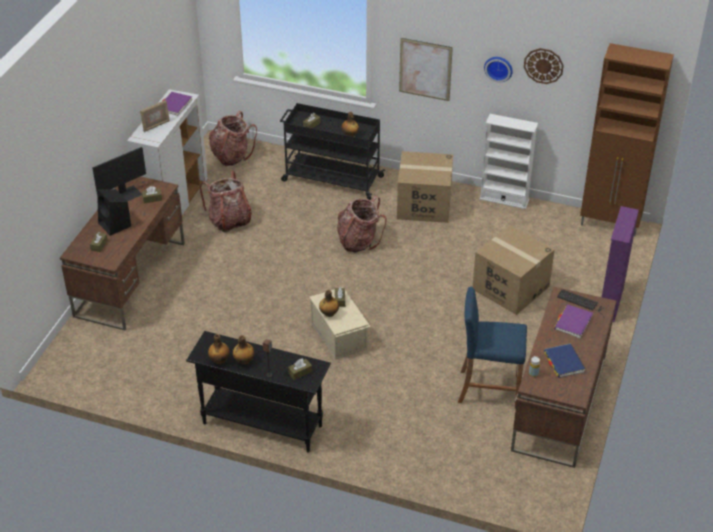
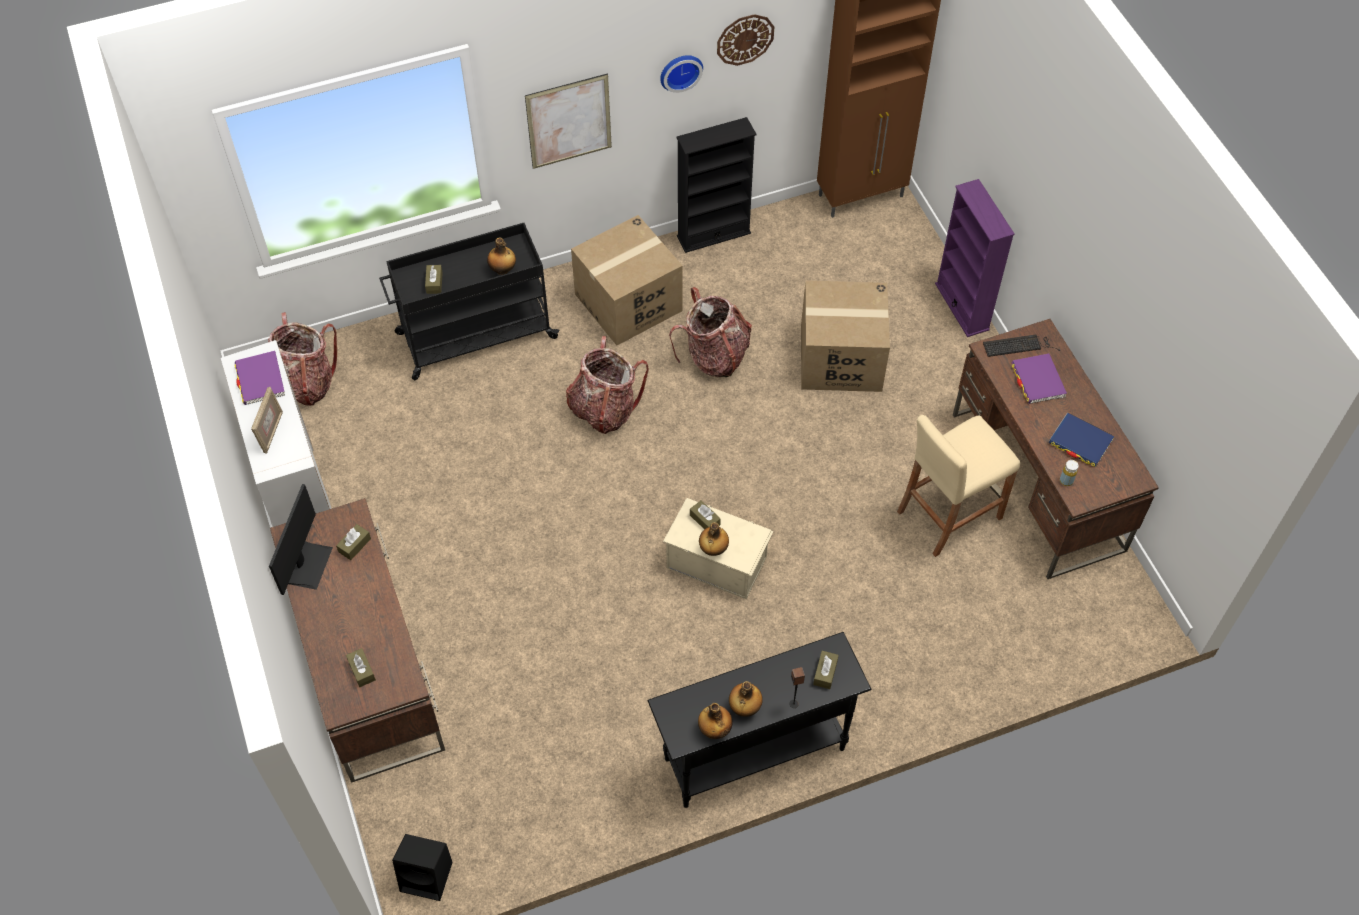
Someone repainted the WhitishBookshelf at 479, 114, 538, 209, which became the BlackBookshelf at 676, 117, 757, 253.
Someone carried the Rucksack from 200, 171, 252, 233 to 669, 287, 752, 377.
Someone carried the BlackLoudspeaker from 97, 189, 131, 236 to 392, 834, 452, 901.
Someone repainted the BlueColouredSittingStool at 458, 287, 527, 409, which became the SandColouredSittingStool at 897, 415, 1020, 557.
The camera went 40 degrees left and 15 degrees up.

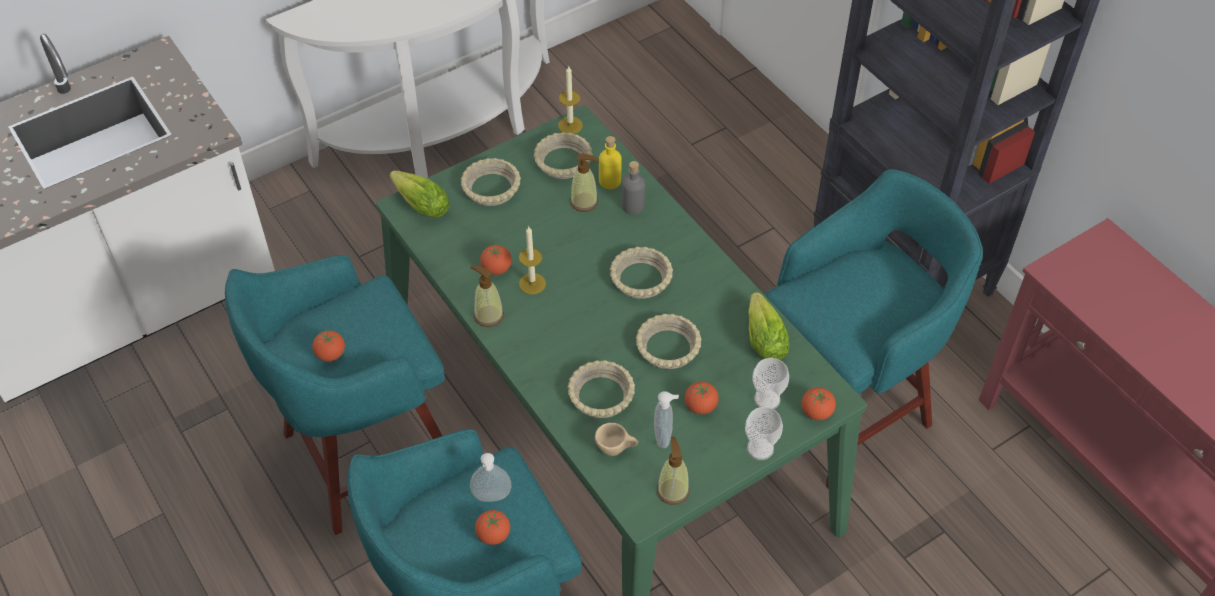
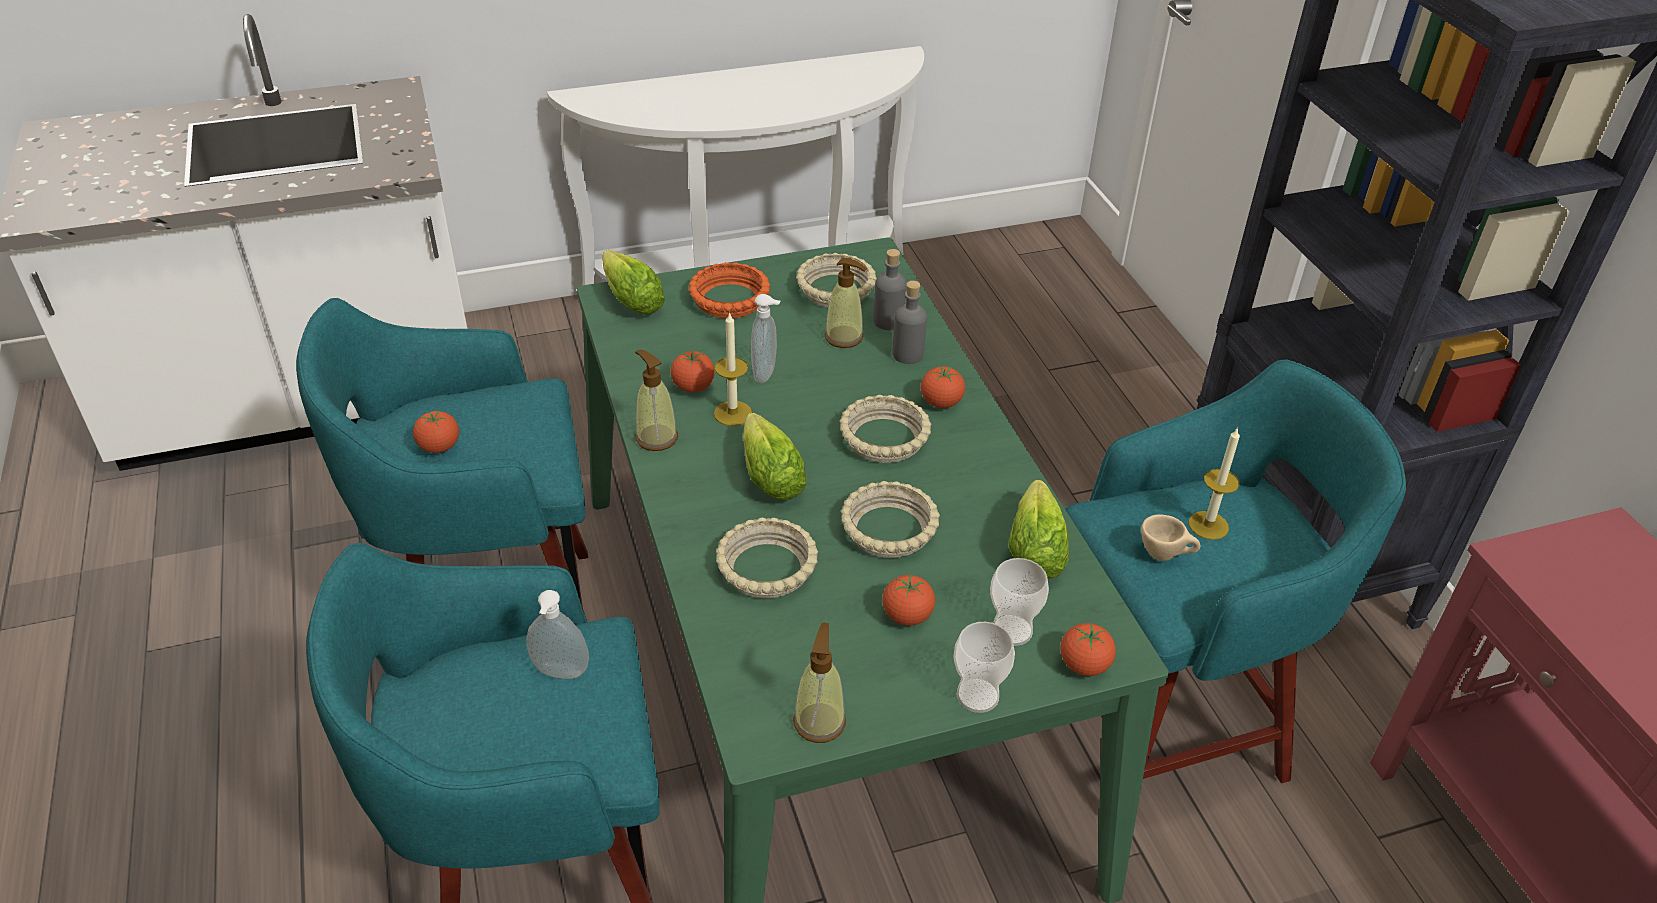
Someone carried the WaxLight from 558, 66, 583, 134 to 1189, 427, 1240, 540.
Someone repainted the YellowishDrinkBottle at 599, 136, 622, 189, which became the GrayDrinkBottle at 873, 249, 907, 330.
Someone repainted the SandColouredDeepDish at 461, 158, 521, 206, which became the OrangeyDeepDish at 689, 262, 770, 319.
Someone carried the SoapBottle from 654, 391, 679, 448 to 751, 294, 781, 383.
Someone carried the SandColouredCup from 595, 423, 638, 456 to 1141, 515, 1200, 561.
Someone carried the WholeTomato from 475, 510, 510, 545 to 921, 365, 965, 408.
Someone put down the HeadOfLettuce at 743, 413, 807, 500.
The camera went 15 degrees right and 10 degrees down.

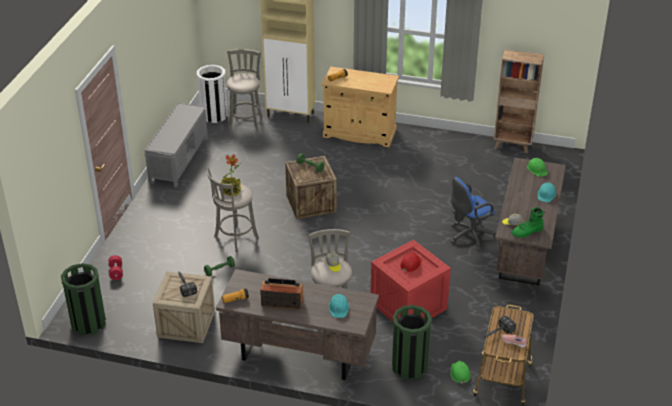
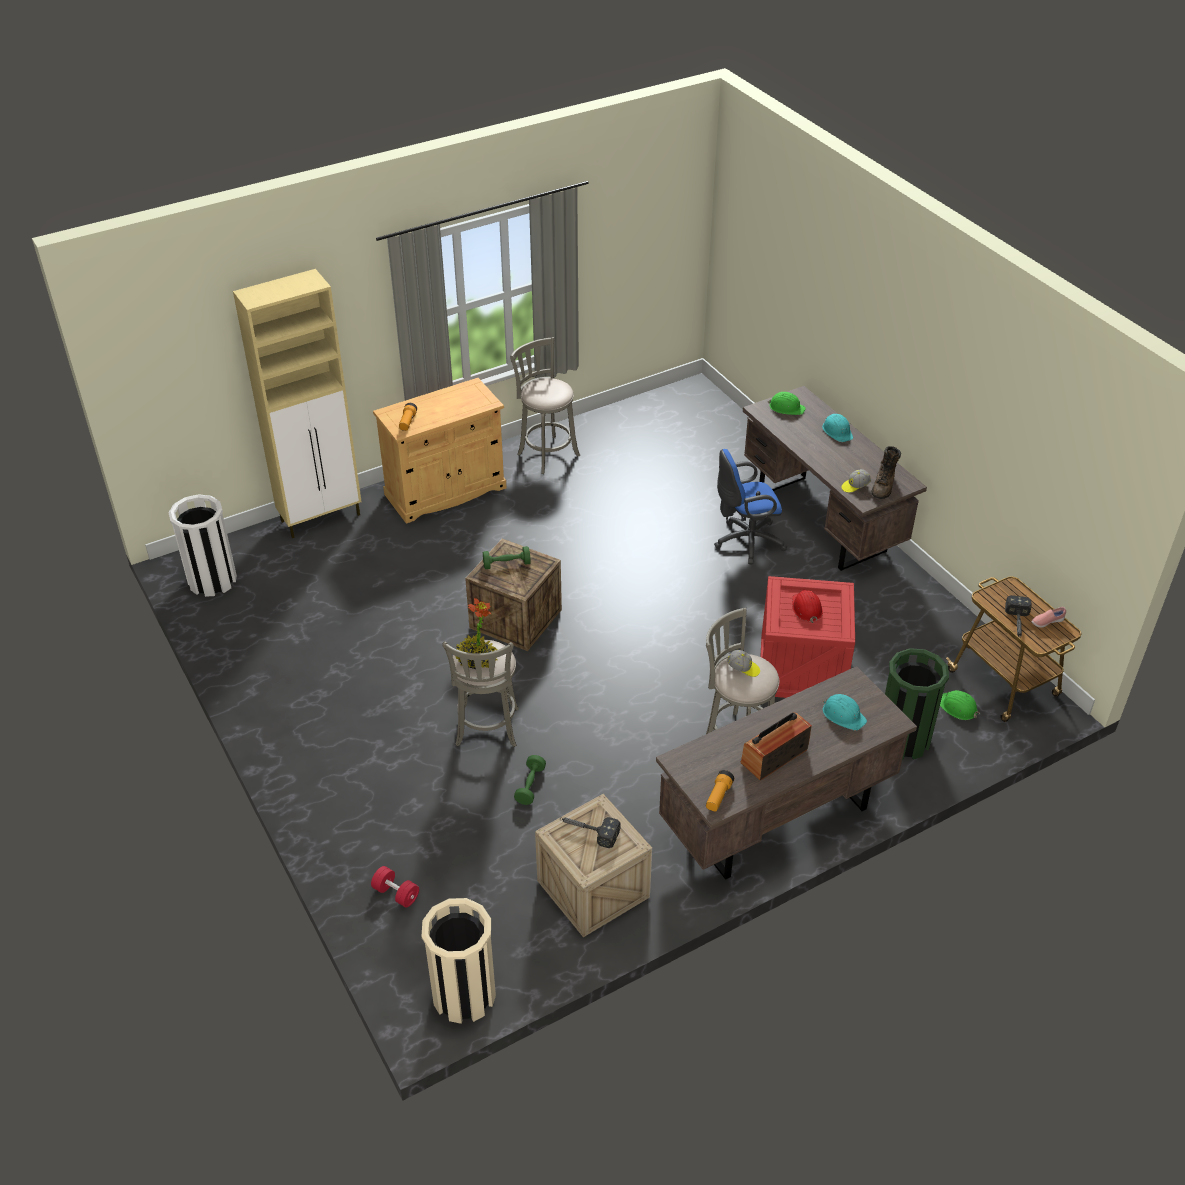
Someone carried the GraySittingStool from 227, 49, 262, 131 to 510, 337, 580, 474.
Someone took away the BrownColouredBookshelf at 494, 50, 544, 153.
Someone took away the GrayIndoorBench at 144, 103, 208, 187.
Someone rotated the BlueColouredComputerChair at 451, 177, 496, 251 by 60 degrees clockwise.
Someone repainted the GreenishTallBoot at 511, 207, 545, 238, which became the BrownColouredTallBoot at 872, 446, 901, 499.
Someone repainted the GreenishRubbishBin at 61, 263, 106, 336, which became the SandColouredRubbishBin at 422, 898, 496, 1024.
The camera went 45 degrees left and 5 degrees up.

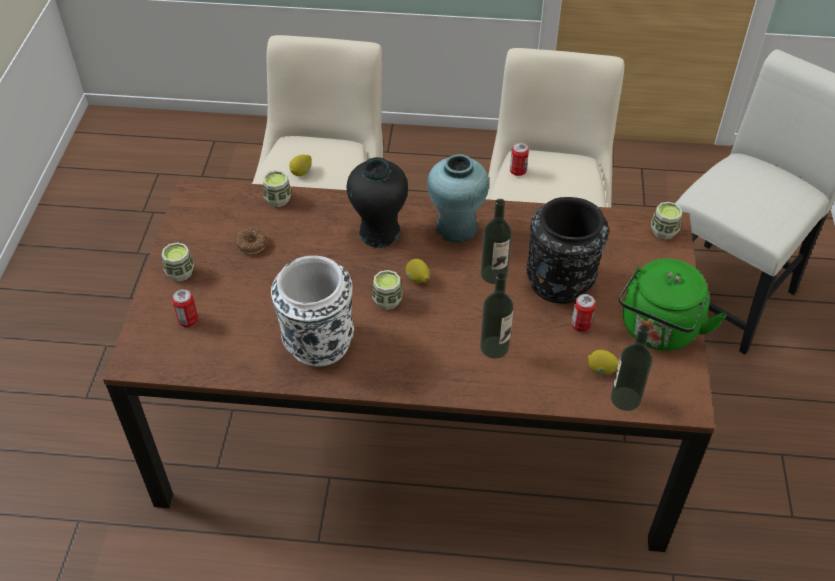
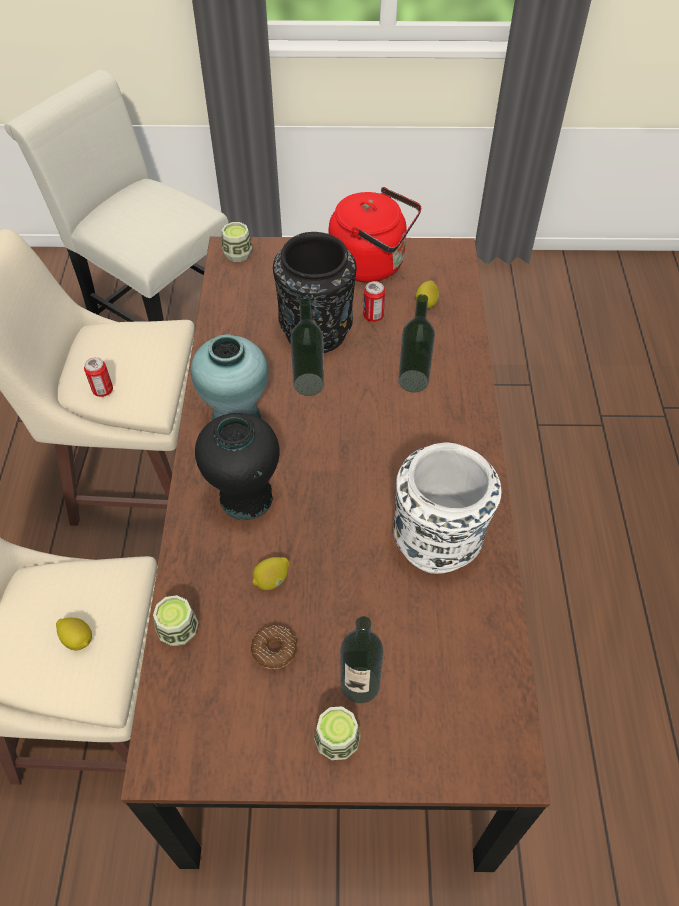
Someone repainted the GreenishWaterKettle at 619, 258, 727, 351, which became the ReddishWaterKettle at 329, 187, 421, 282.
Someone carried the WholeLemon from 406, 259, 430, 283 to 252, 557, 289, 590.
Someone took away the Cup at 372, 270, 403, 310.
Someone took away the Can at 172, 289, 198, 327.
Someone carried the DrinkBottle from 611, 325, 652, 411 to 340, 616, 383, 703.
The camera went 95 degrees left and 5 degrees up.

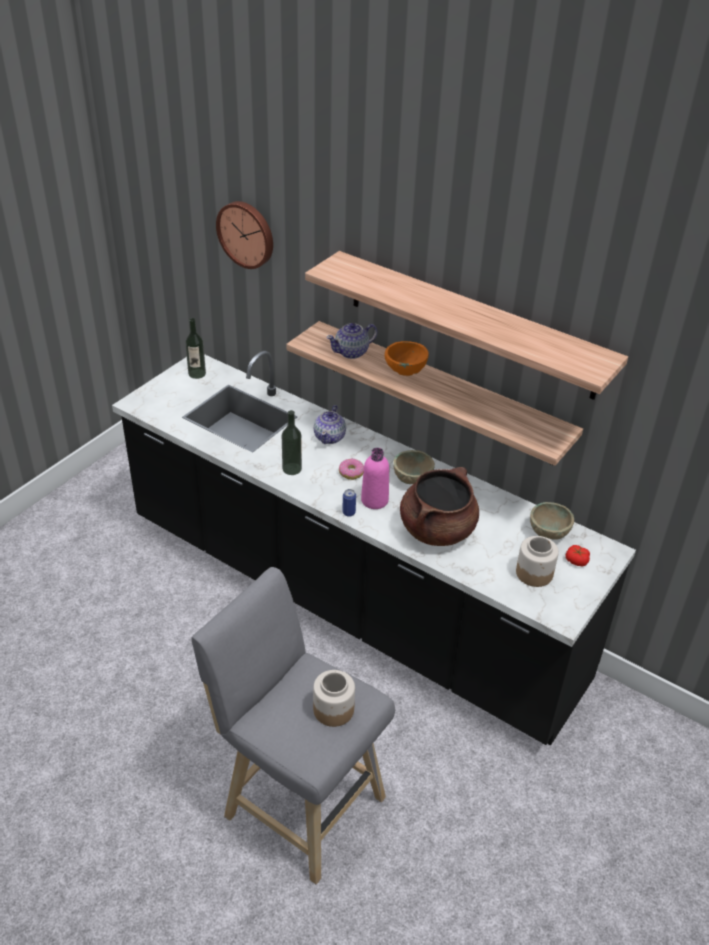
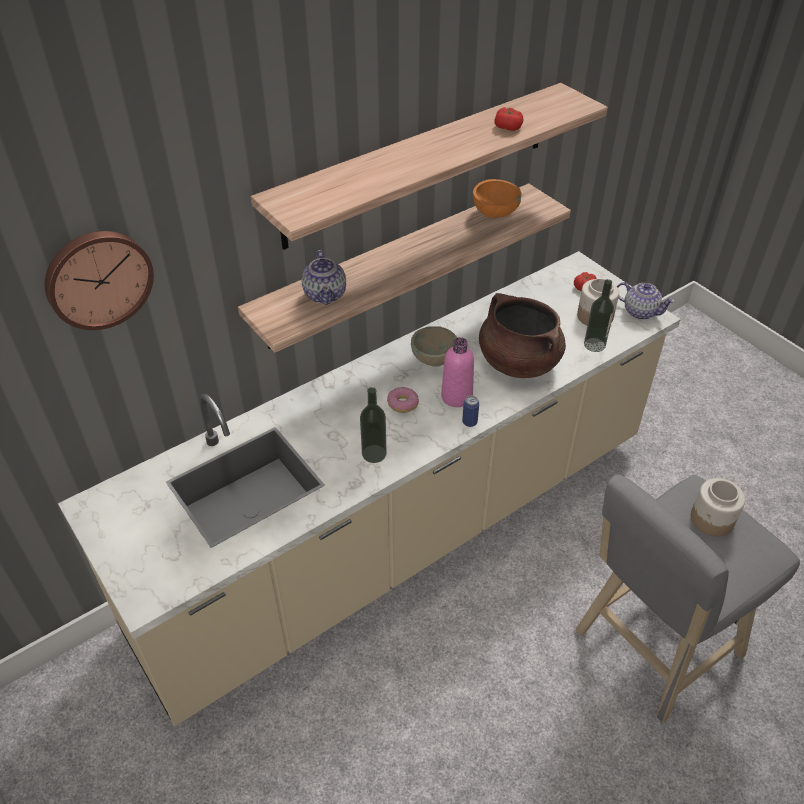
Someone carried the DrinkBottle from 185, 318, 206, 379 to 584, 279, 614, 352.
Someone carried the OrangeyDeepDish from 385, 341, 429, 376 to 473, 179, 522, 218.
Someone repainted the BlackKitchenCounter at 112, 351, 636, 745, which became the SandColouredKitchenCounter at 58, 251, 681, 726.
Someone carried the TeaPot from 314, 405, 346, 444 to 617, 282, 675, 320.
Someone took away the SandColouredDeepDish at 530, 502, 574, 540.
Someone put down the WholeTomato at 494, 107, 523, 131.
The camera went 70 degrees left and 5 degrees up.

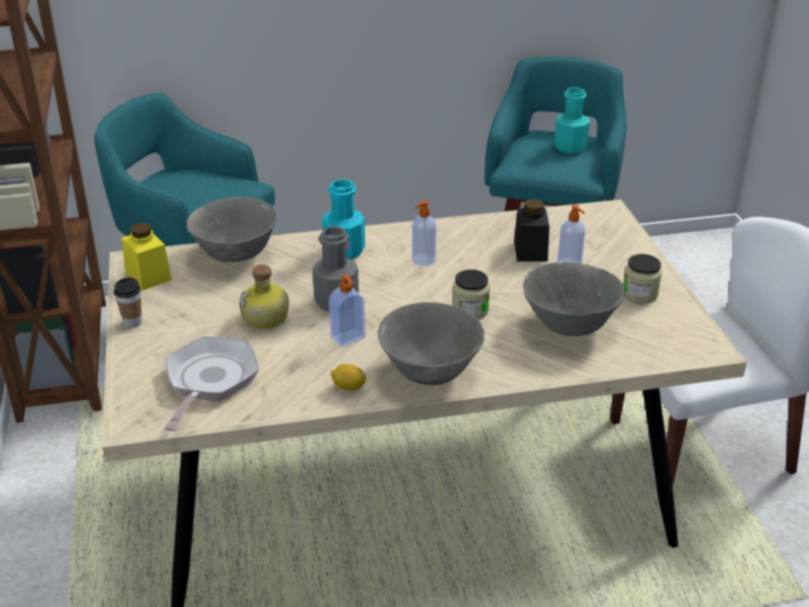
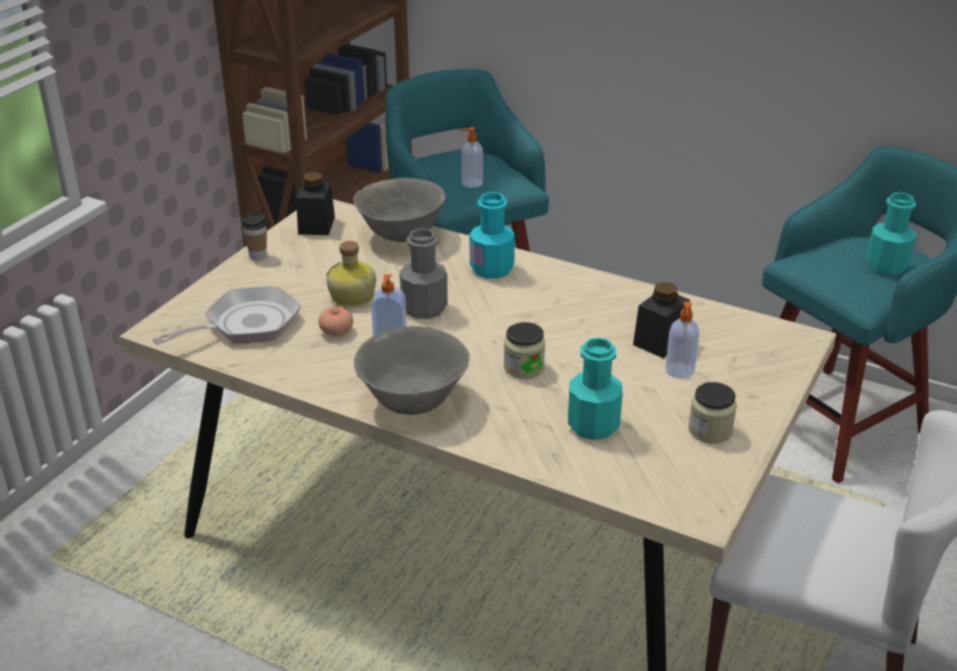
Someone carried the SoapBottle from 412, 200, 437, 266 to 459, 127, 483, 188.
Someone repainted the YellowishJar at 121, 223, 172, 290, which became the BlackJar at 296, 172, 335, 235.
Someone swapped the GrayDeepDish at 523, 262, 625, 336 for the TurquoiseDrinkBottle at 568, 337, 623, 440.
Someone took away the WholeLemon at 330, 364, 366, 391.
Someone put down the WholeTomato at 318, 307, 353, 336.
The camera went 40 degrees right and 0 degrees up.

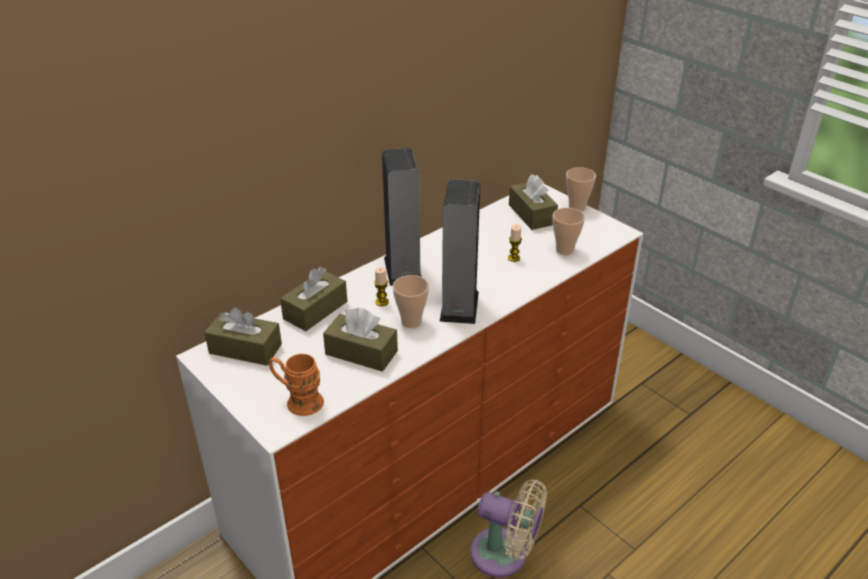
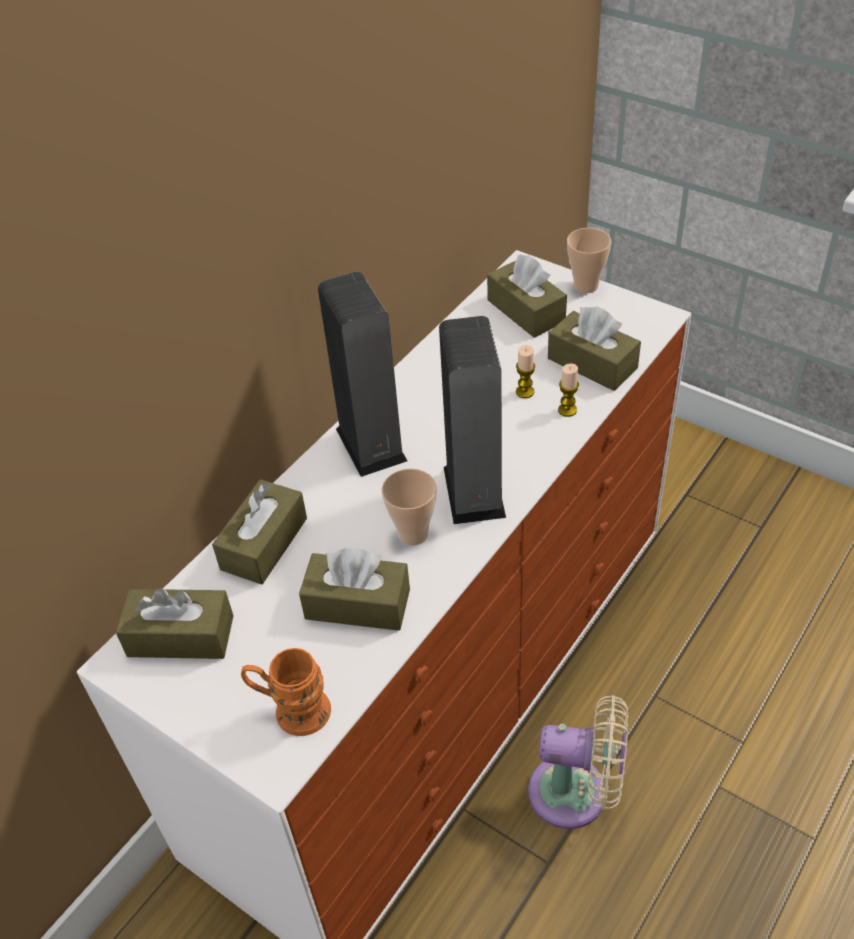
Someone swapped the Cup at 553, 208, 585, 255 for the BrownColouredBoxOfTissues at 548, 307, 641, 391.
Someone carried the WaxLight from 374, 267, 389, 306 to 558, 364, 579, 417.
The camera went 10 degrees left and 10 degrees up.

